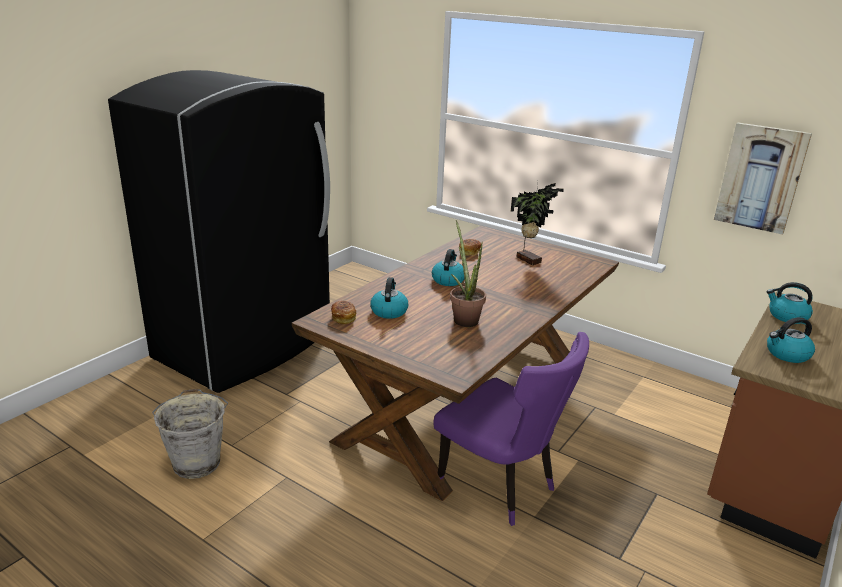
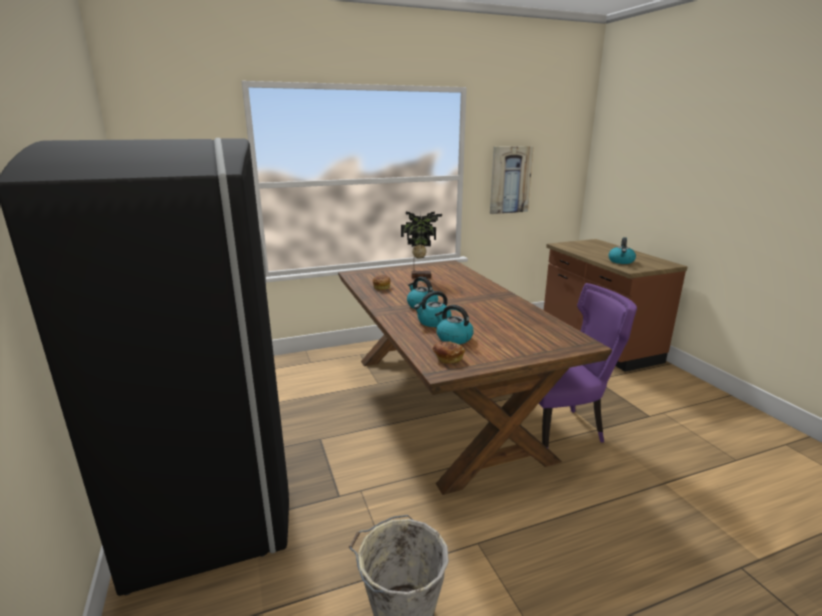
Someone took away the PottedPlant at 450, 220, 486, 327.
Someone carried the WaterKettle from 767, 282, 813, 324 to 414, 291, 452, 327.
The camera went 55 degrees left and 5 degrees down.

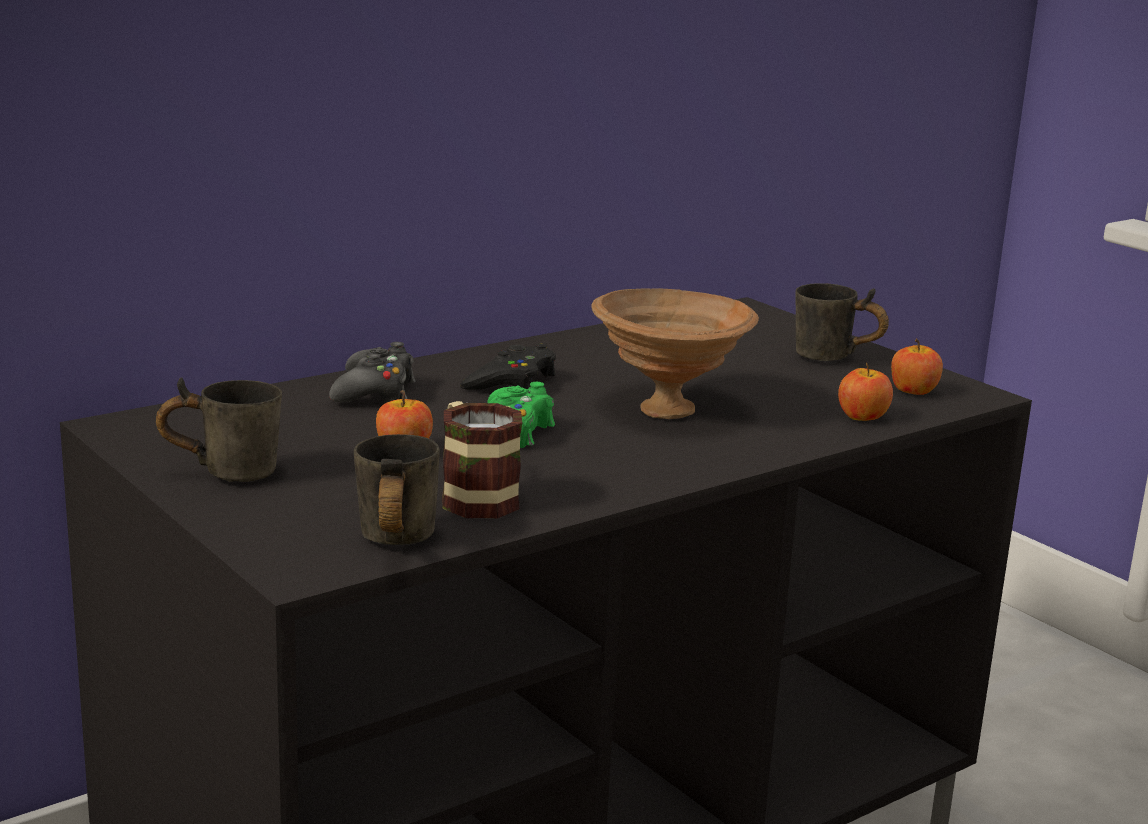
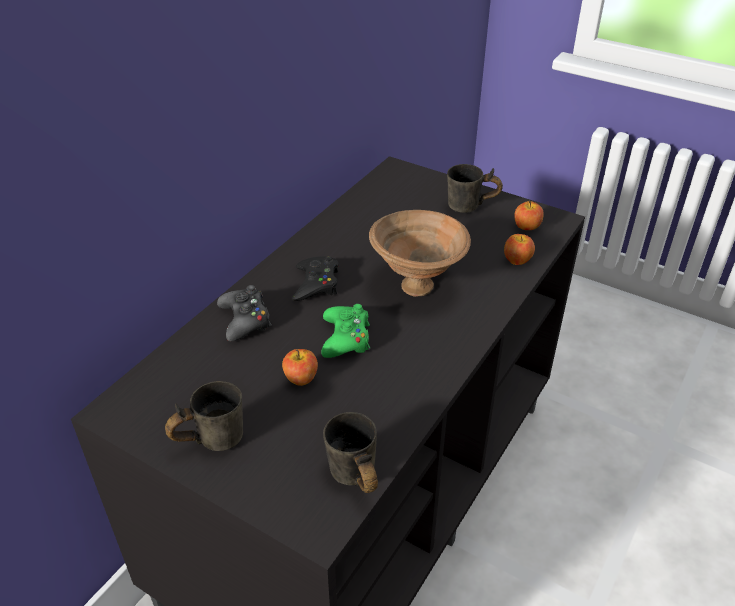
Someone took away the Mug at 442, 401, 523, 518.
The camera went 20 degrees left and 20 degrees up.

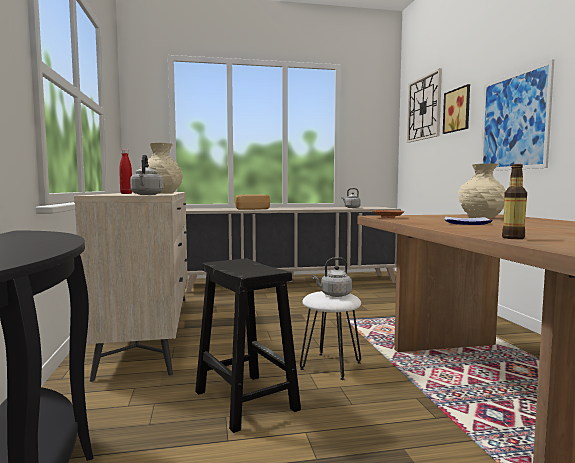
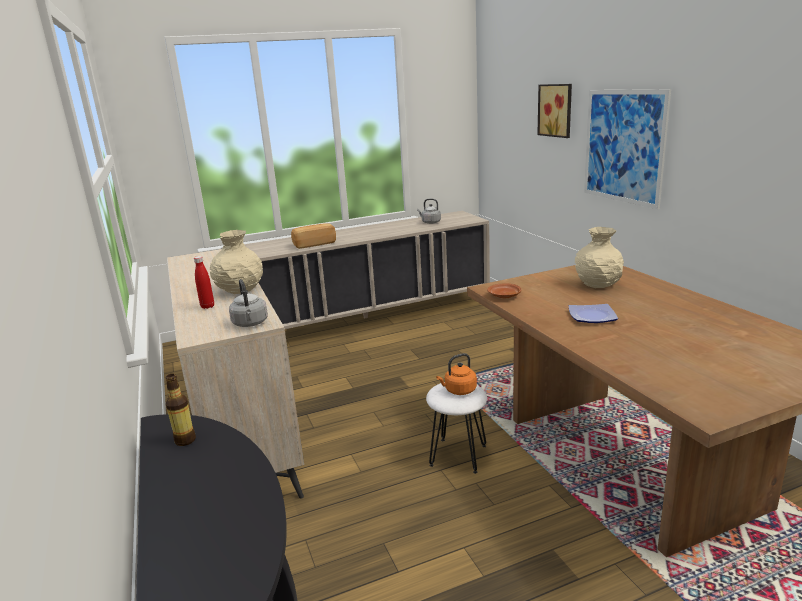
Someone took away the WallClock at 407, 68, 442, 143.
Someone carried the DrinkBottle from 502, 164, 527, 239 to 165, 374, 196, 446.
Someone repainted the GrayWaterKettle at 313, 257, 352, 297, which became the OrangeyWaterKettle at 436, 353, 477, 395.
Someone took away the BlackSittingStool at 195, 258, 301, 433.
The camera went 10 degrees left and 15 degrees up.

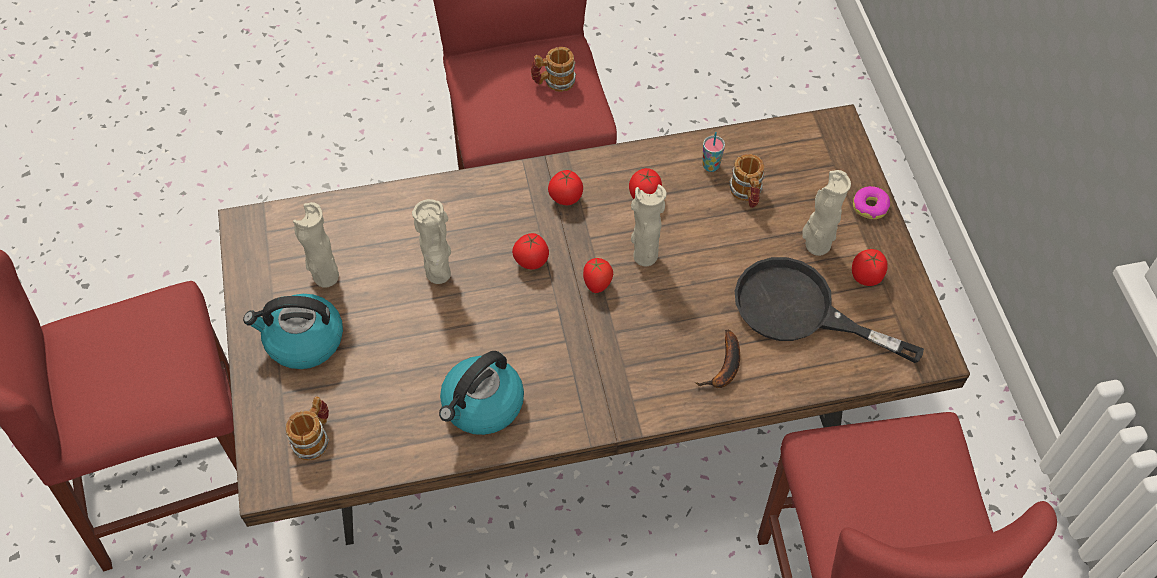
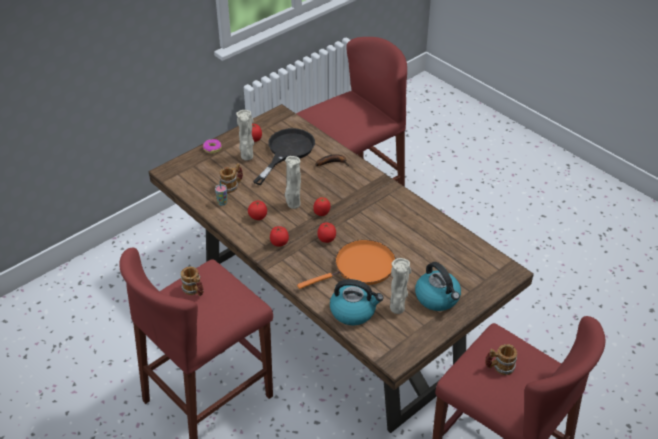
Someone swapped the SandColouredDecorativeVase at 412, 199, 451, 284 for the OrangeyFryingPan at 297, 240, 396, 289.
Someone rotated the BlackFryingPan at 735, 257, 924, 363 by 150 degrees counterclockwise.
Someone carried the WaterKettle from 439, 351, 524, 435 to 330, 279, 383, 326.
Someone carried the Mug from 286, 396, 329, 460 to 485, 344, 517, 375.
The camera went 120 degrees left and 15 degrees down.

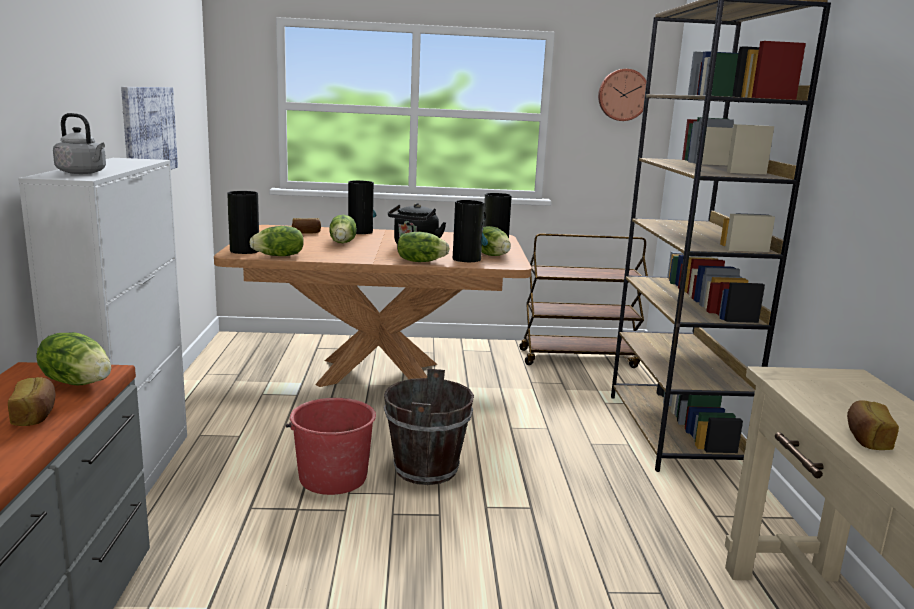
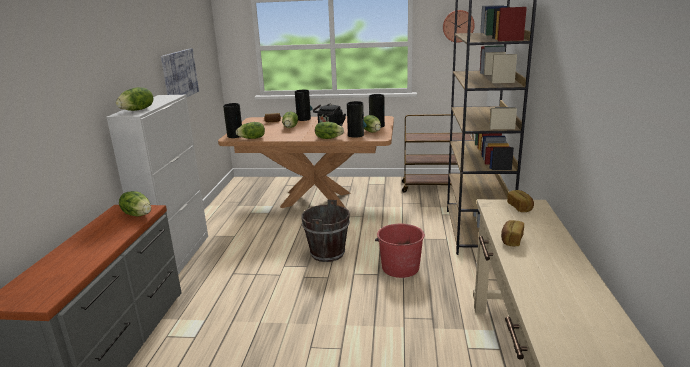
Someone swapped the GrayWaterKettle at 53, 113, 106, 174 for the HeadOfLettuce at 116, 87, 153, 111.
Someone carried the BakedBread from 8, 377, 56, 426 to 507, 190, 534, 212.
Someone carried the ReddishBucket from 286, 398, 376, 495 to 375, 224, 425, 278.
The camera went 10 degrees right and 5 degrees up.

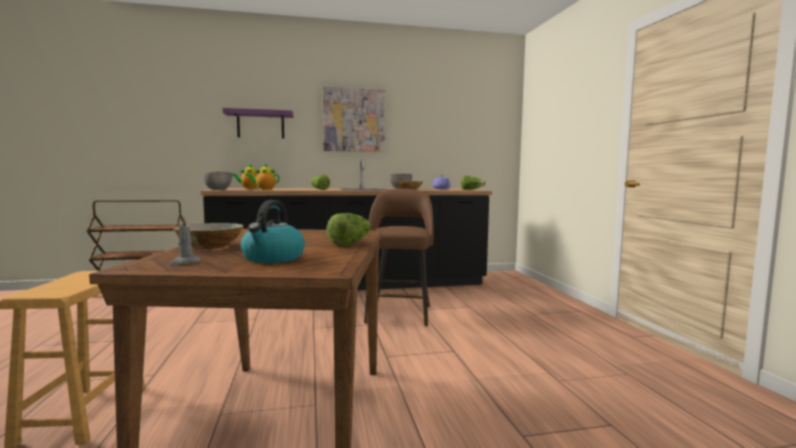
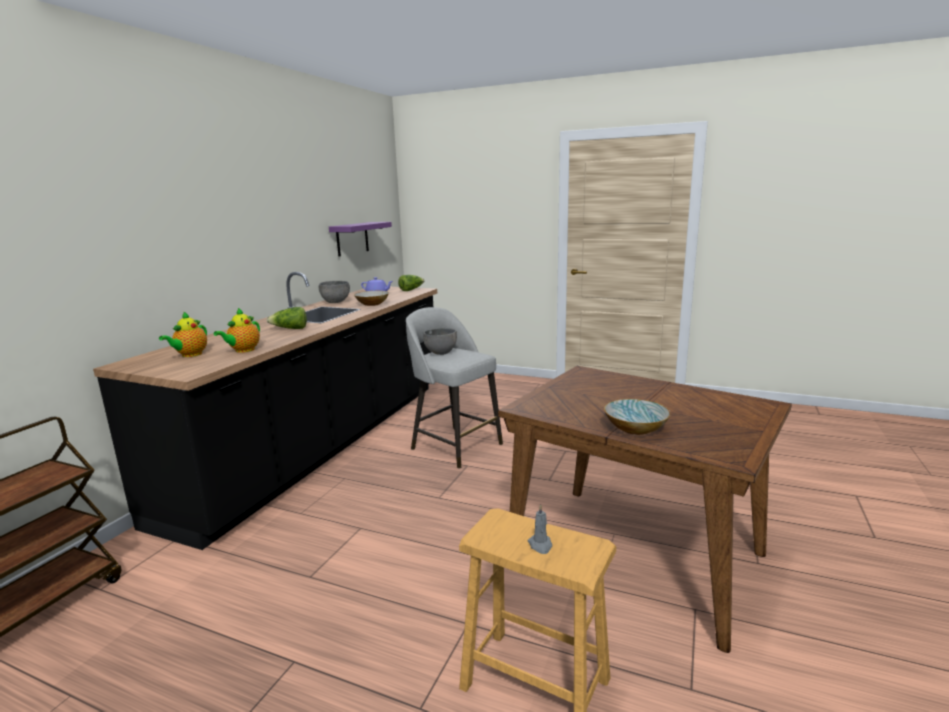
Someone took away the Picture at 323, 86, 385, 152.
Someone carried the PurpleWallShelf from 222, 108, 293, 139 to 329, 222, 392, 257.
Someone carried the GrayDeepDish from 203, 172, 232, 190 to 423, 328, 457, 355.
Someone repainted the BrownColouredSittingStool at 364, 188, 434, 326, which became the GraySittingStool at 406, 307, 503, 469.
Someone took away the WaterKettle at 241, 200, 305, 263.
Someone took away the HeadOfLettuce at 326, 213, 371, 246.
Someone carried the GrayWaxLight from 169, 217, 201, 265 to 528, 504, 552, 554.
The camera went 55 degrees left and 10 degrees up.

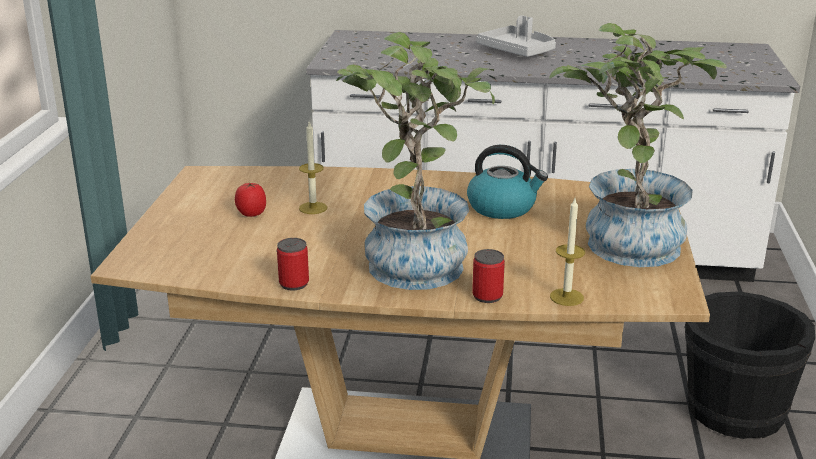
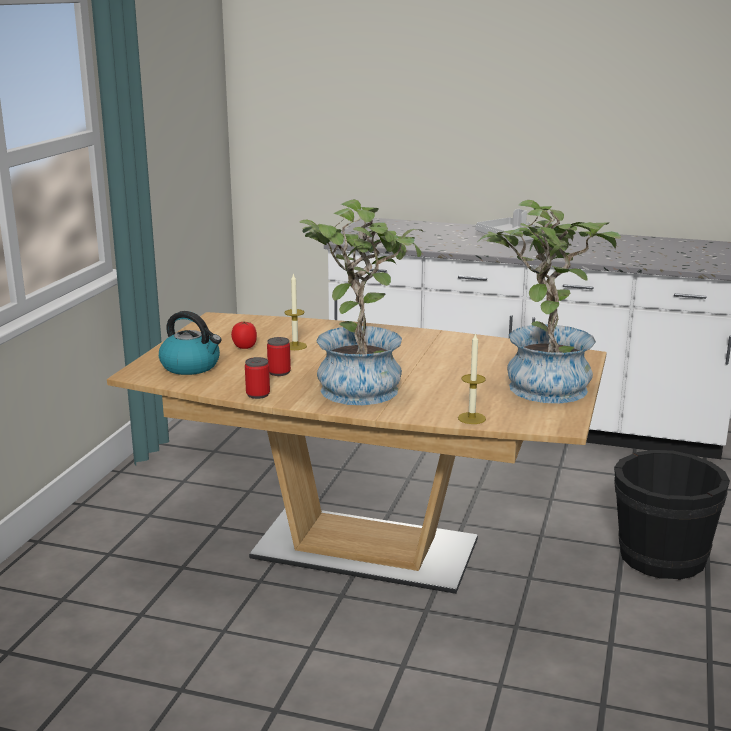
Someone carried the WaterKettle from 467, 145, 548, 219 to 159, 311, 221, 375.
Someone carried the Can from 472, 249, 505, 303 to 267, 337, 291, 376.
The camera went 10 degrees right and 5 degrees down.

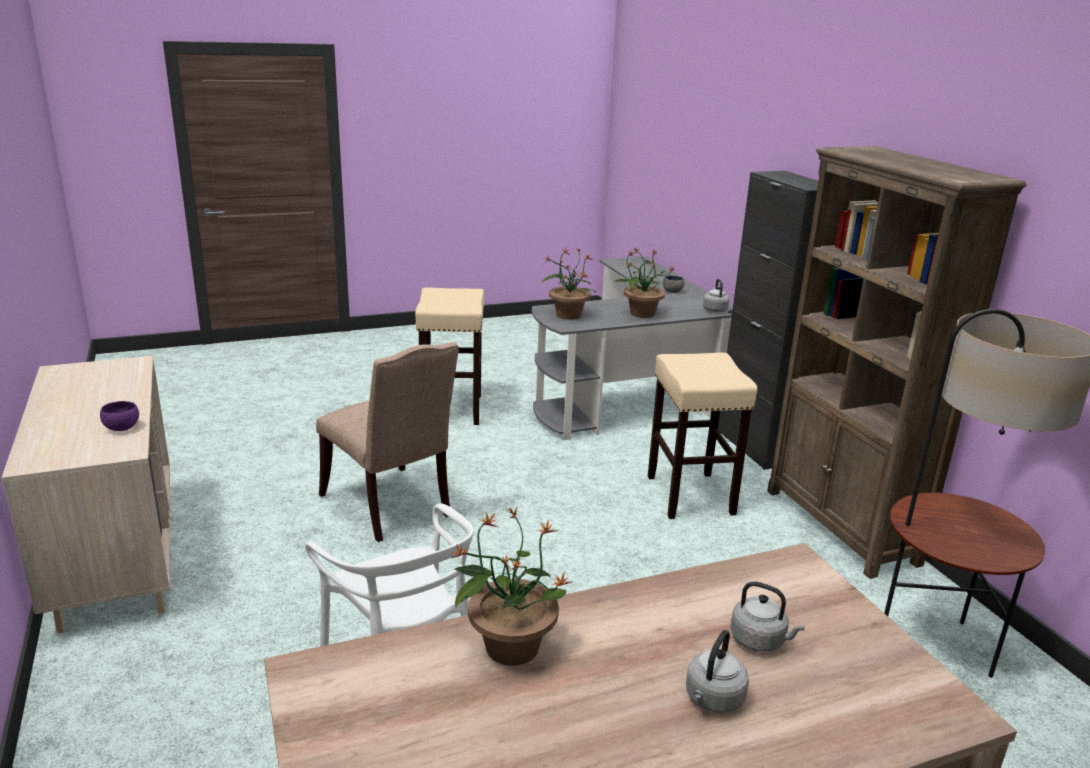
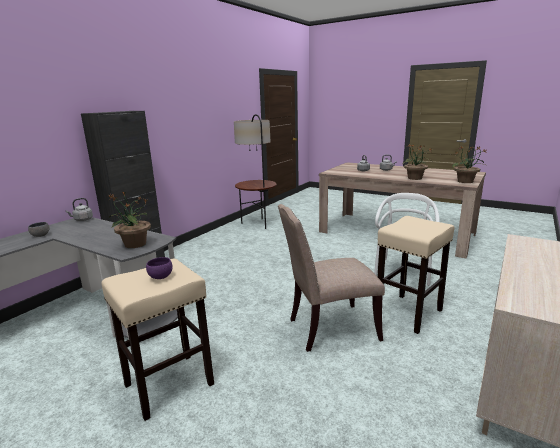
Someone took away the BrownColouredBookshelf at 767, 146, 1026, 579.
Someone carried the PottedPlant from 614, 247, 675, 318 to 452, 146, 487, 183.
Someone rotated the SandColouredPlainChair at 316, 342, 459, 542 by 120 degrees counterclockwise.
Someone carried the SandColouredSittingStool from 648, 353, 758, 519 to 377, 216, 455, 334.
Someone carried the PurpleDeepDish from 100, 401, 139, 431 to 146, 257, 173, 279.
The camera went 125 degrees left and 5 degrees down.

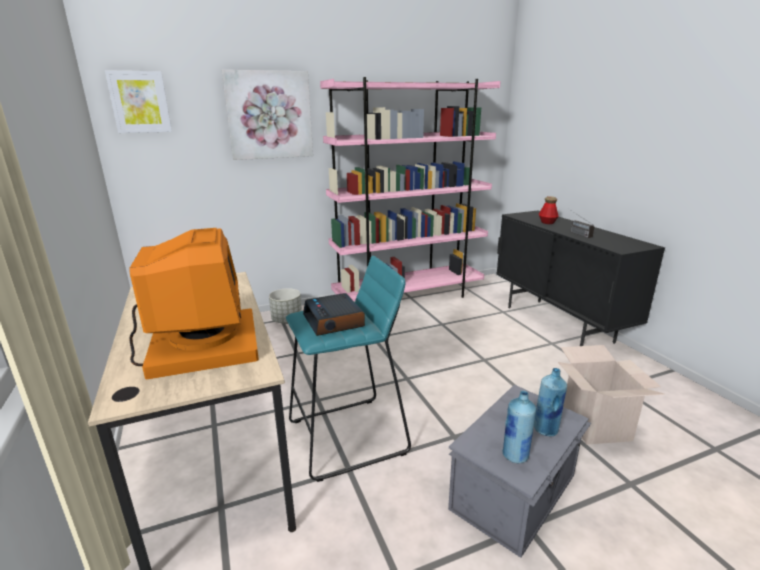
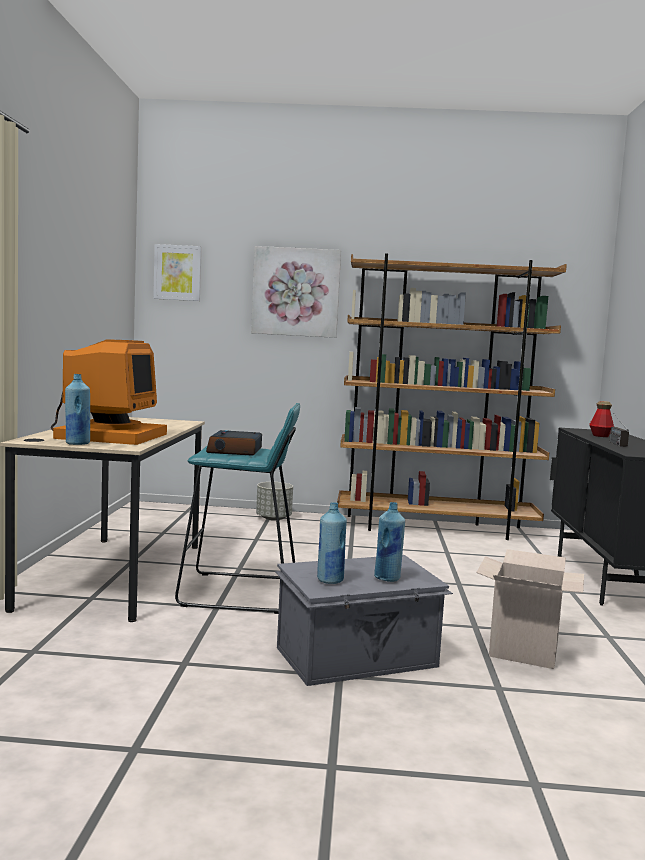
Someone repainted the PinkBookshelf at 320, 77, 501, 301, which became the BrownColouredBookshelf at 337, 253, 567, 540.
Someone put down the BlueColouredDrinkBottle at 65, 374, 90, 445.
The camera went 25 degrees right and 15 degrees down.

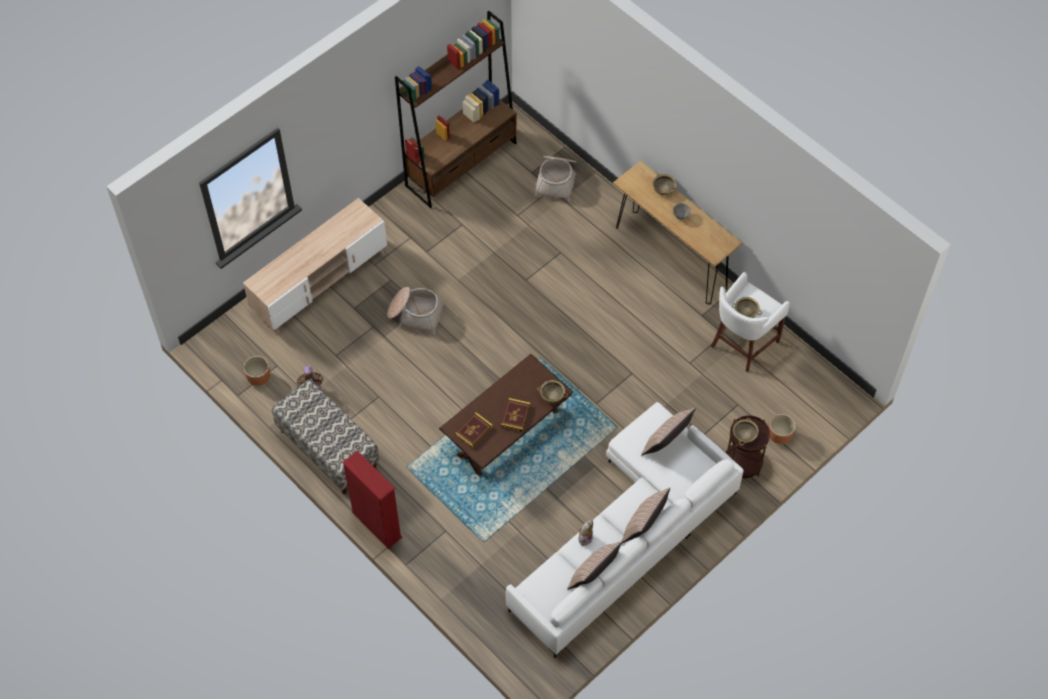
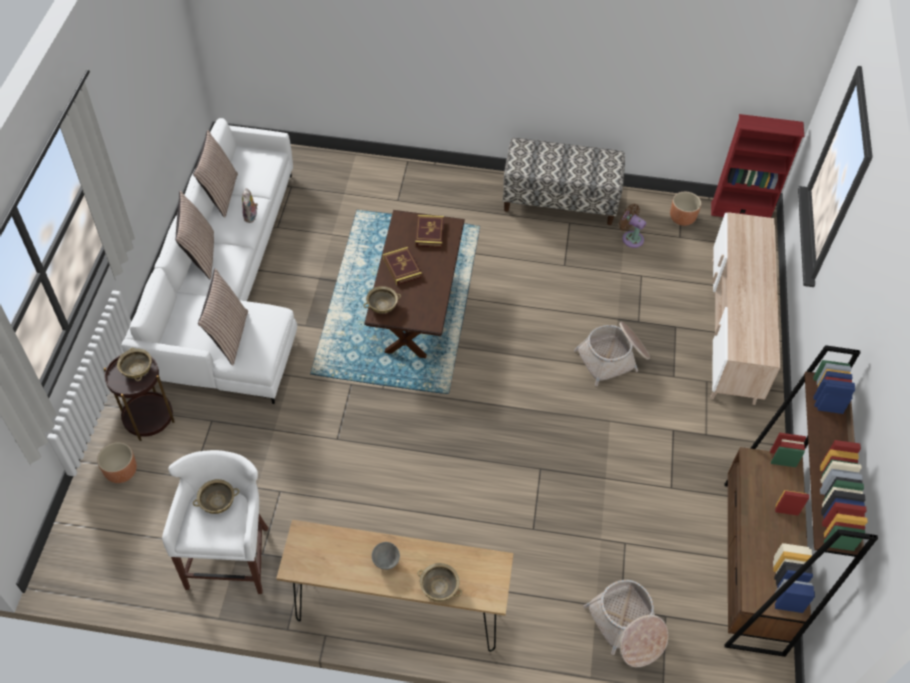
Someone carried the ReddishBookshelf from 342, 451, 402, 549 to 711, 114, 804, 218.
The camera went 140 degrees right and 5 degrees down.

